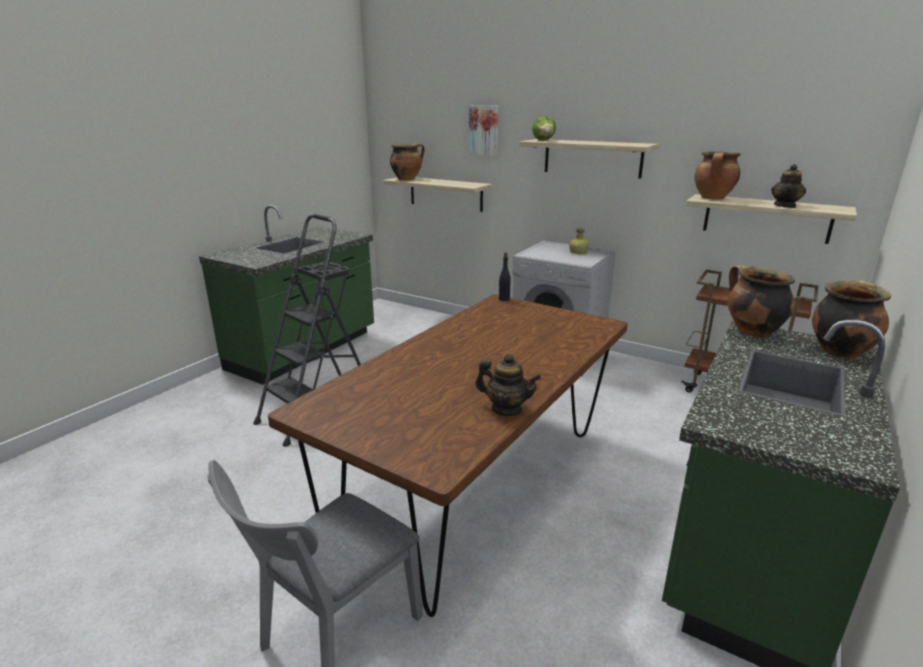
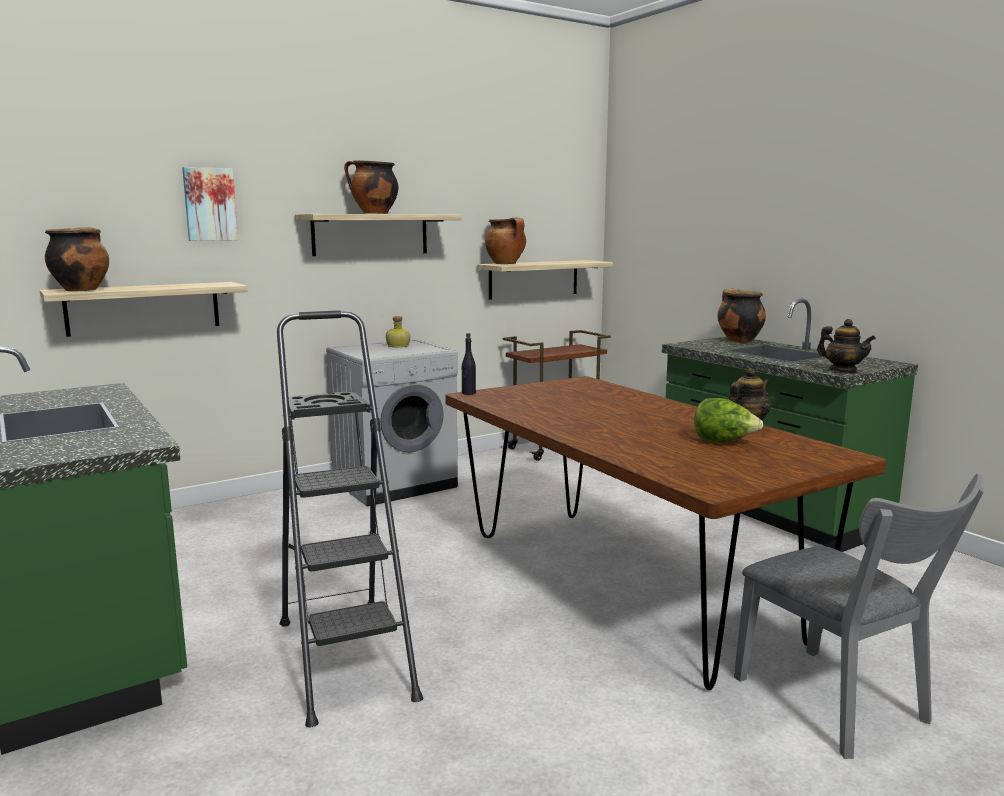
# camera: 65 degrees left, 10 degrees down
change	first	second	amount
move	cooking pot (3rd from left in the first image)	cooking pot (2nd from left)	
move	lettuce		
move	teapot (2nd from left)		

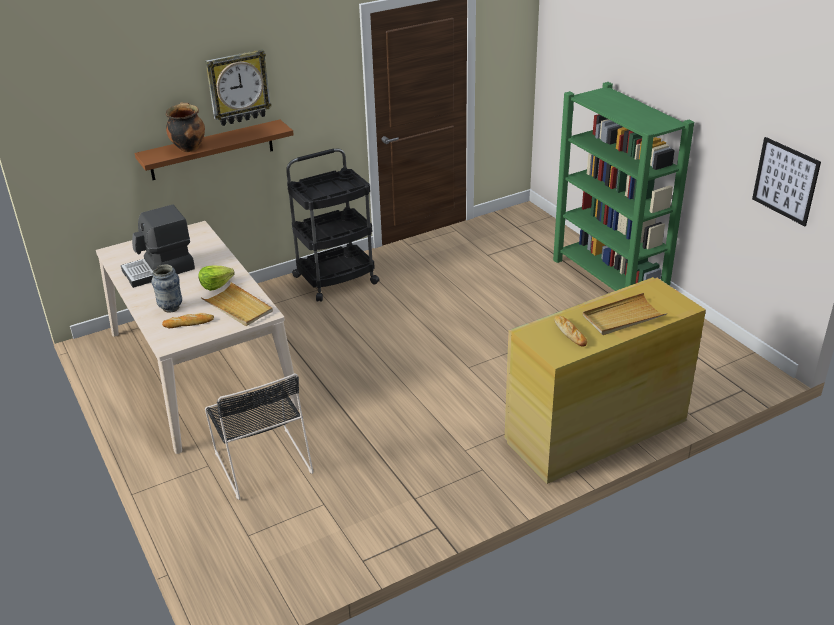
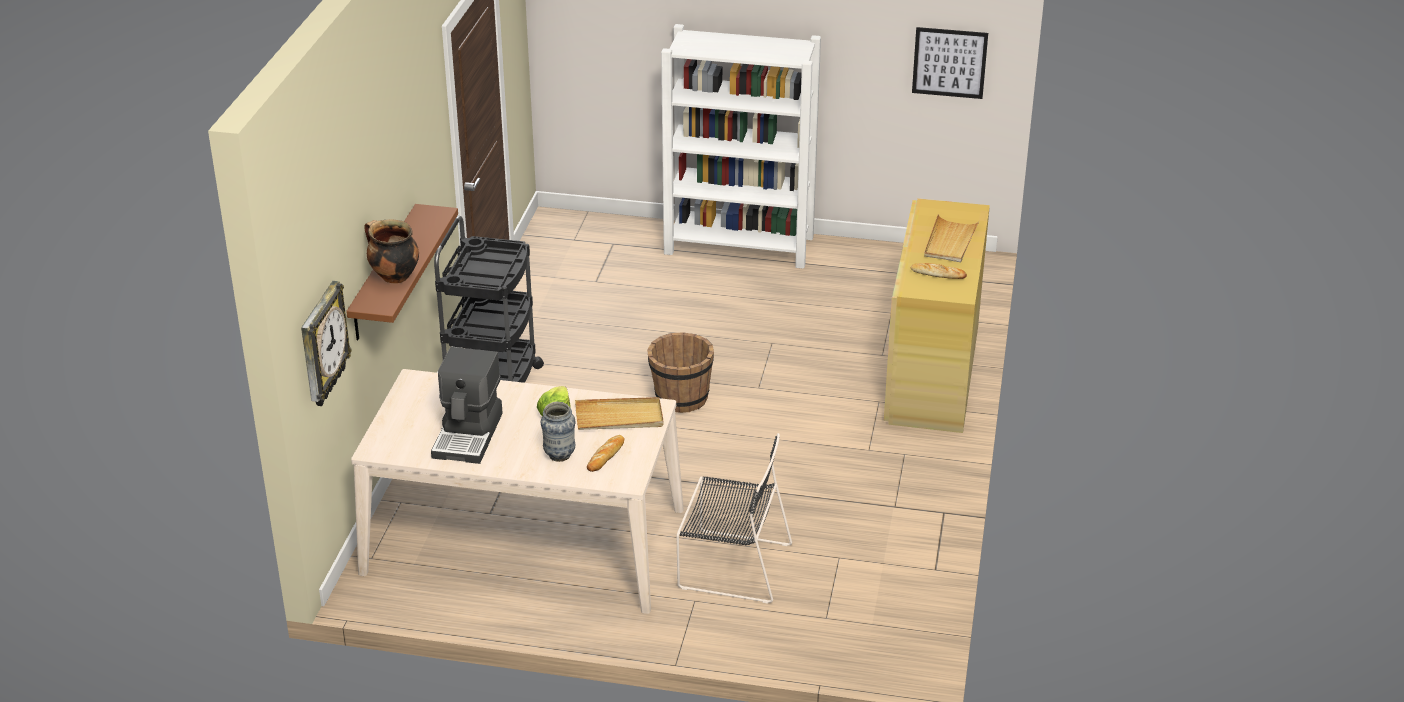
# camera: 50 degrees left, 0 degrees up
change	first	second	amount
move	wall clock		
insert		brown bucket	
recolor	green bookcase	white bookcase	

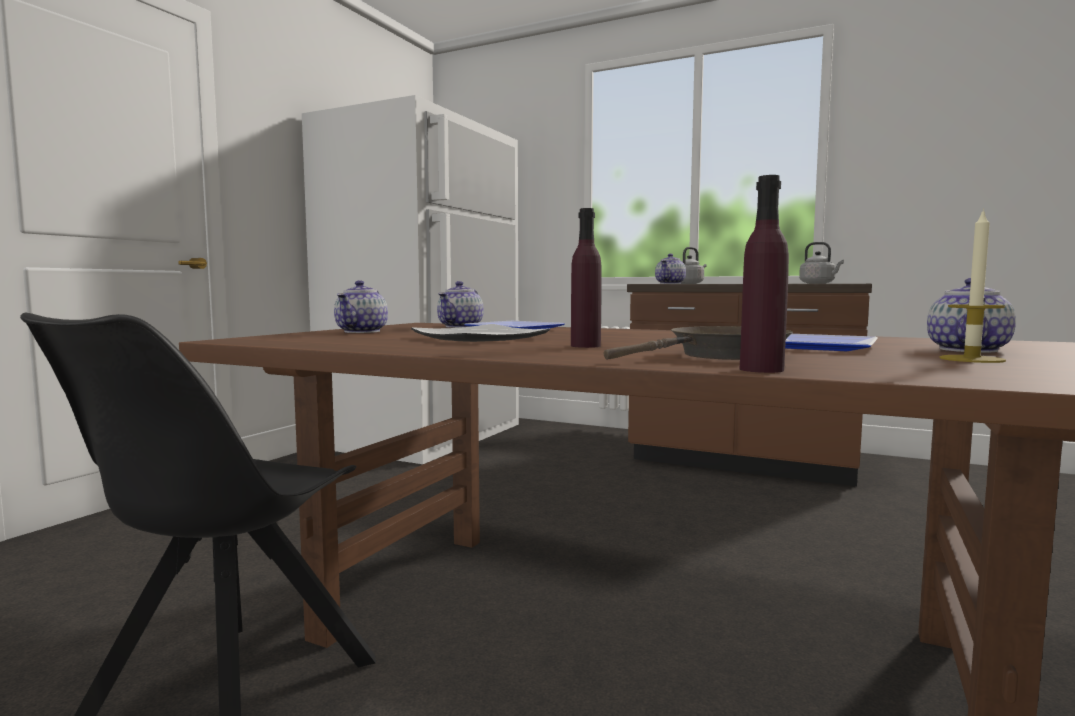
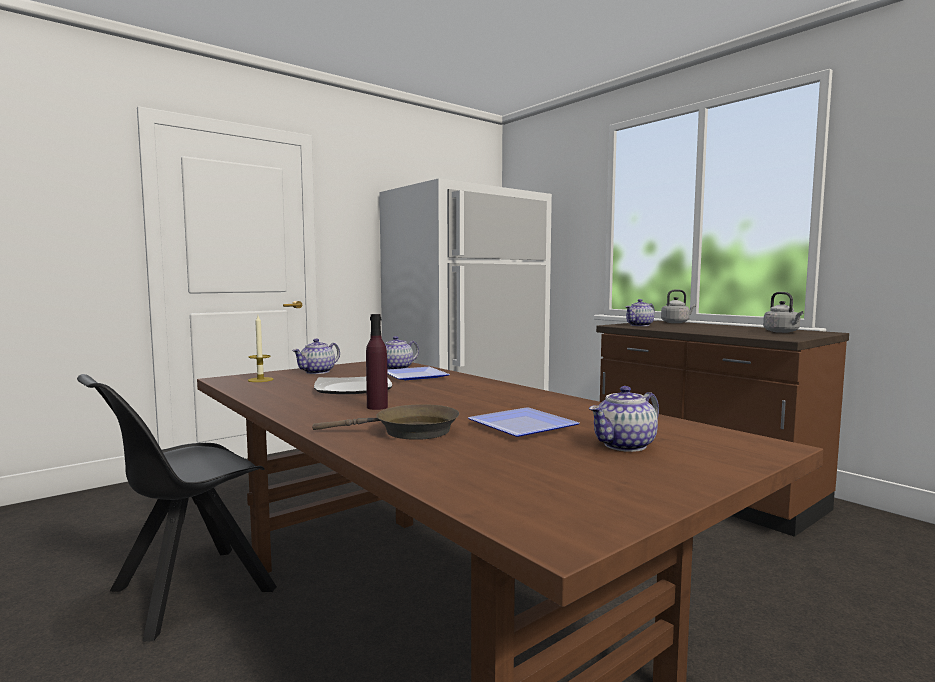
# camera: 25 degrees right, 0 degrees up
change	first	second	amount
move	candle		
delete	purple bottle (2nd from left)		

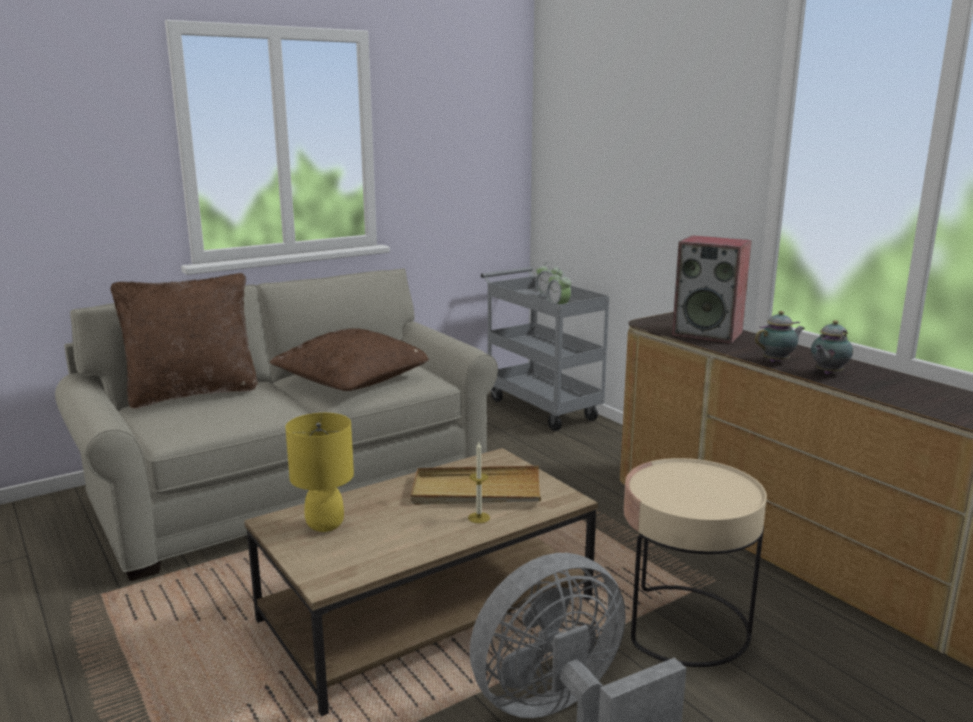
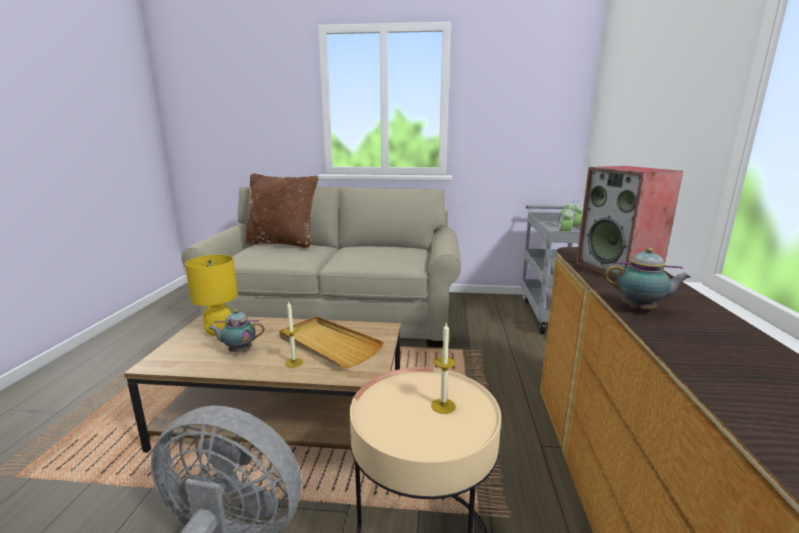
# camera: 40 degrees right, 0 degrees up
change	first	second	amount
move	teapot (2nd from left in the first image)	teapot (1st from left)	
insert		candle (2nd from left)	
delete	brown pillow (2nd from left)		

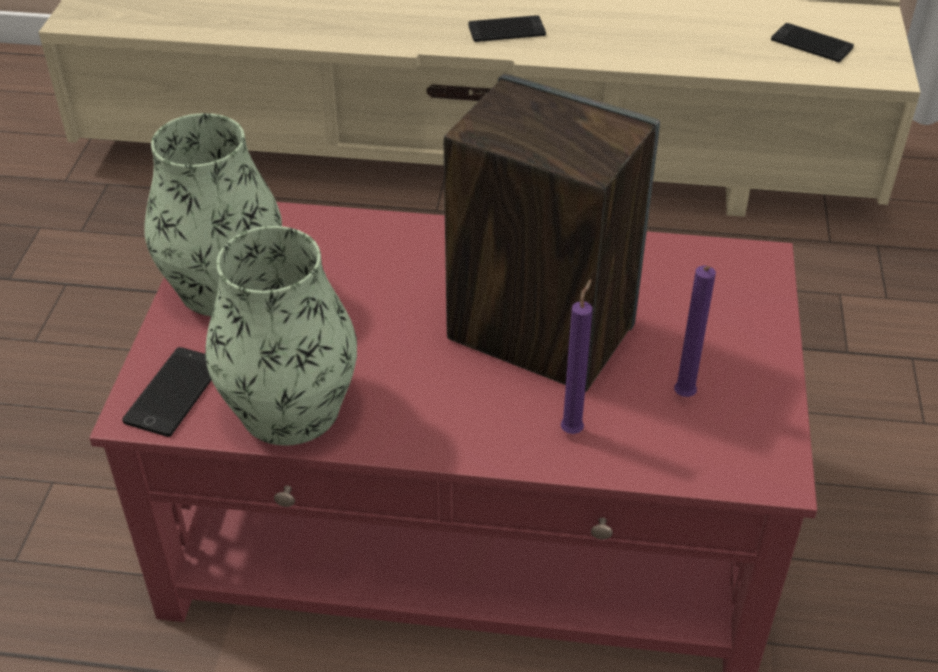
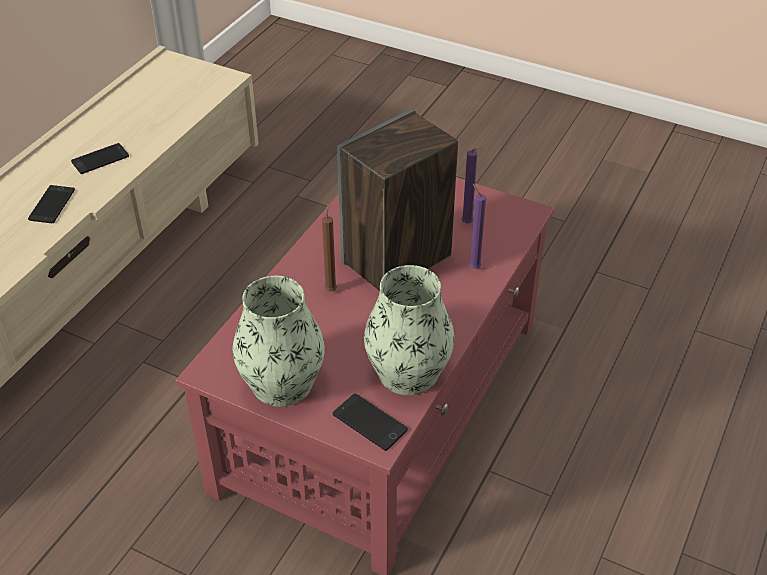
# camera: 70 degrees left, 0 degrees up
change	first	second	amount
move	phone (3rd from left in the first image)	phone (2nd from left)	
insert		brown candle	

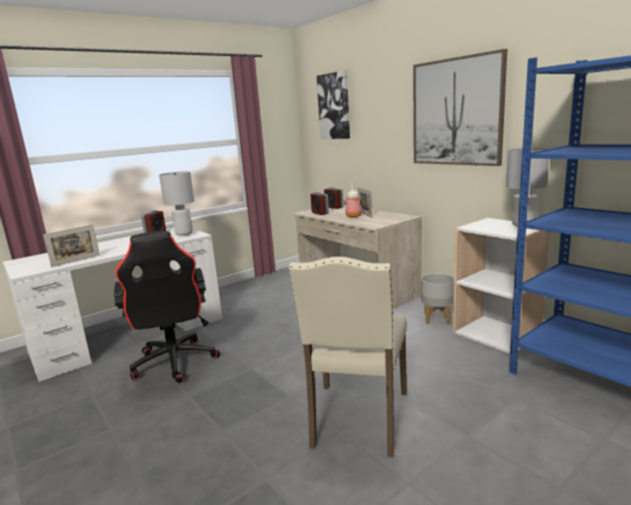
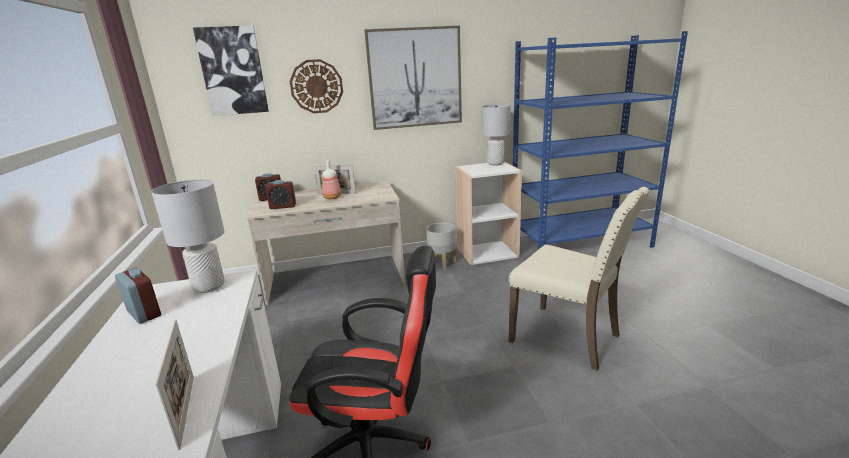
# camera: 65 degrees left, 5 degrees up
change	first	second	amount
insert		wall clock	

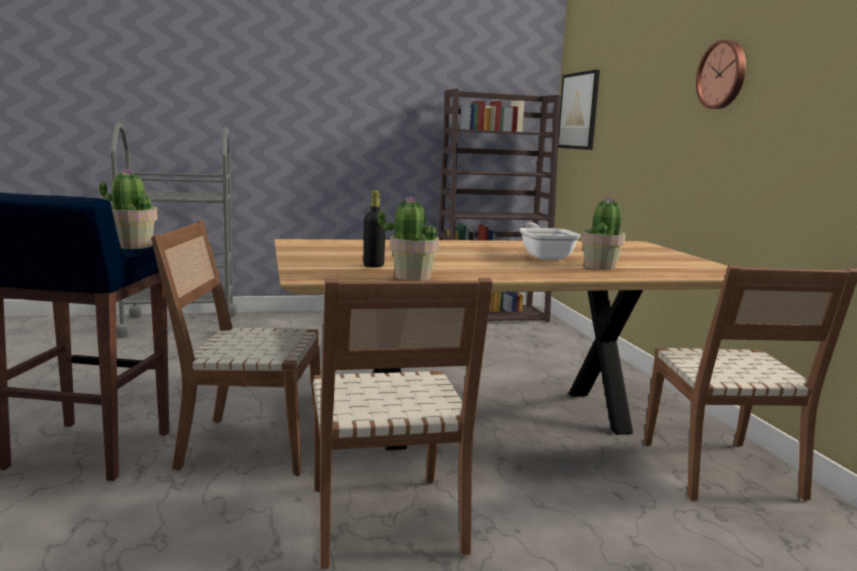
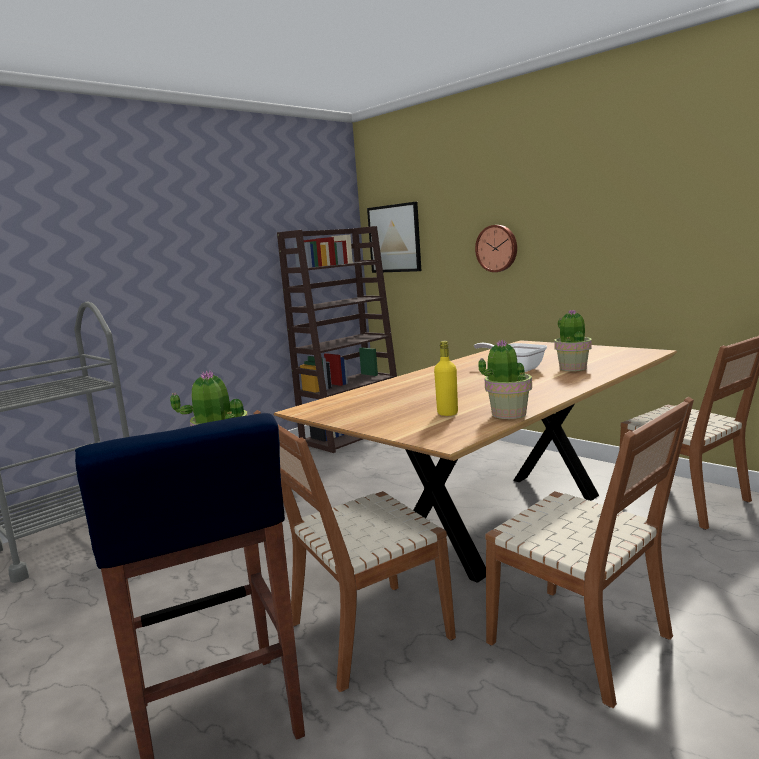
# camera: 30 degrees left, 0 degrees up
change	first	second	amount
recolor	black bottle	yellow bottle	
move	wall clock		

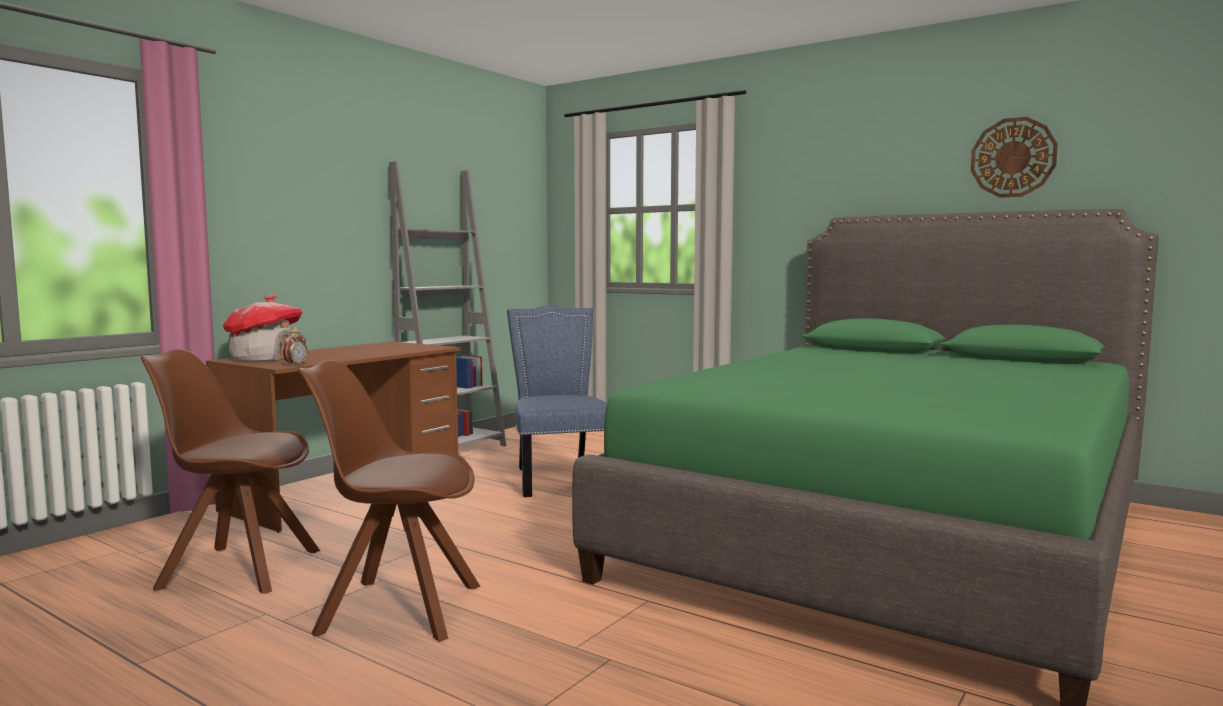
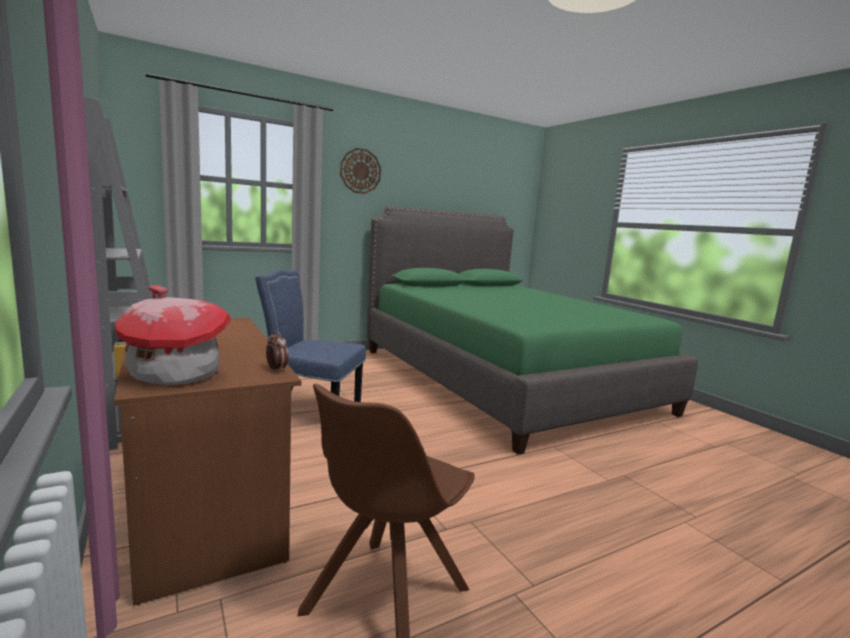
# camera: 65 degrees left, 5 degrees up
change	first	second	amount
move	wall clock		
delete	brown chair (2nd from left)		

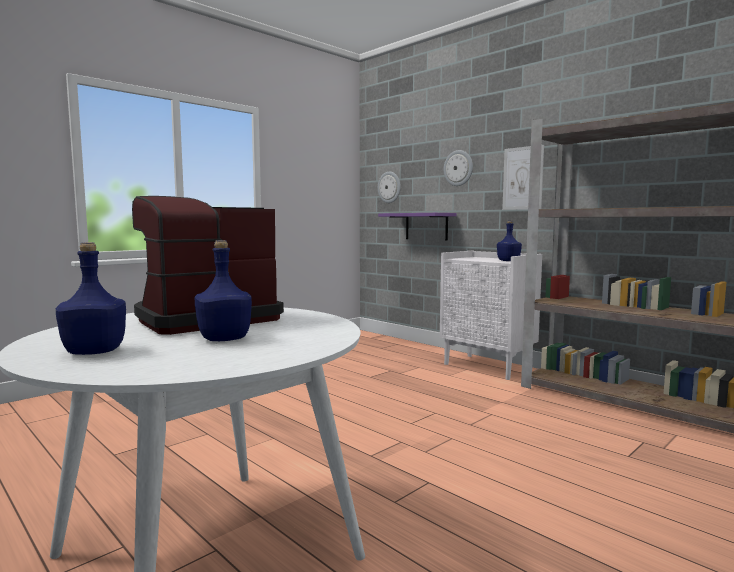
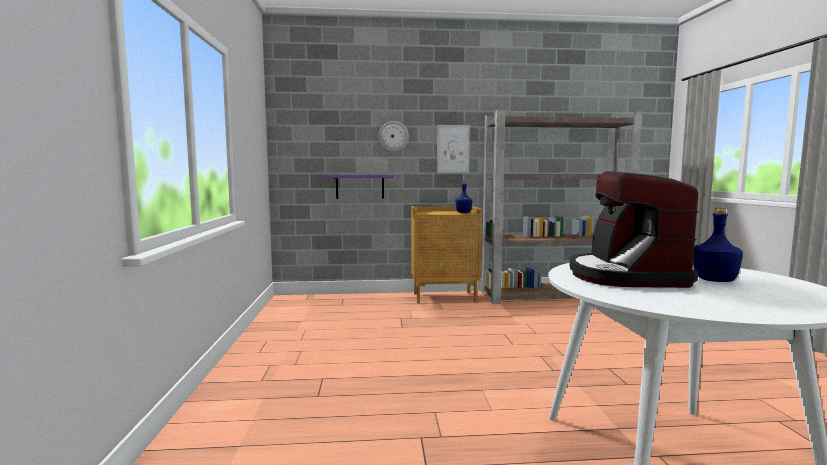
# camera: 50 degrees left, 0 degrees up
change	first	second	amount
recolor	white cabinet	brown cabinet	
delete	blue bottle (1st from left)		
delete	wall clock (1st from left)		

